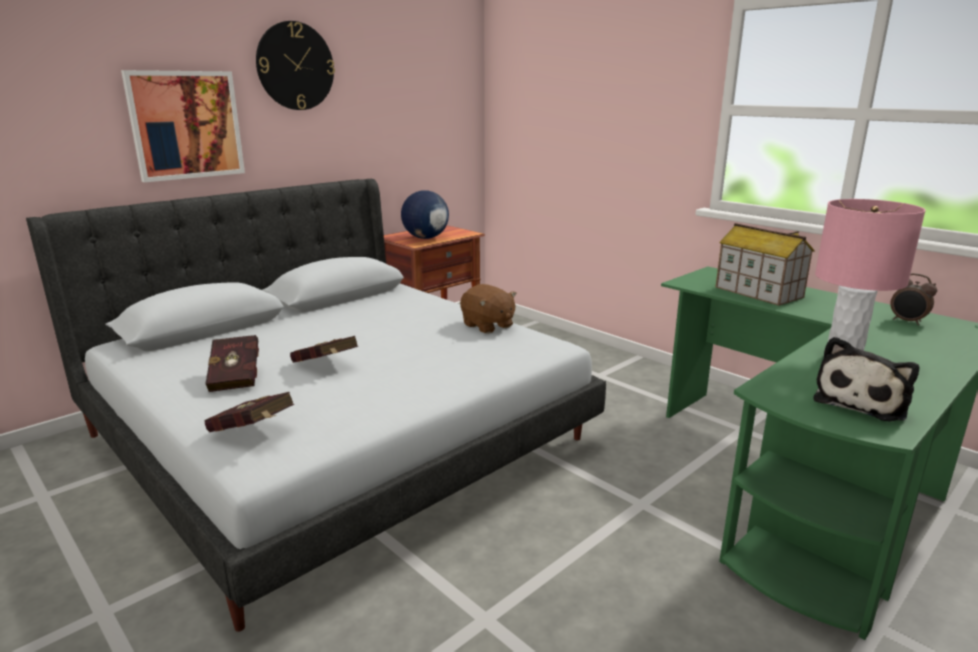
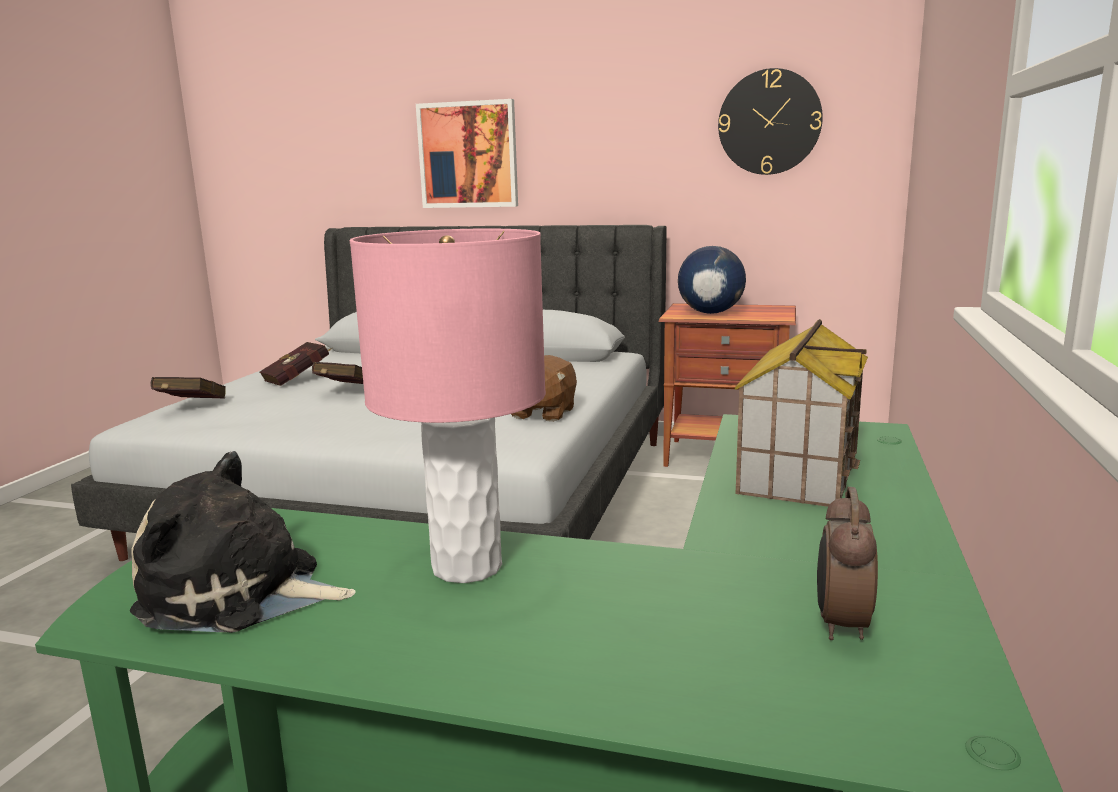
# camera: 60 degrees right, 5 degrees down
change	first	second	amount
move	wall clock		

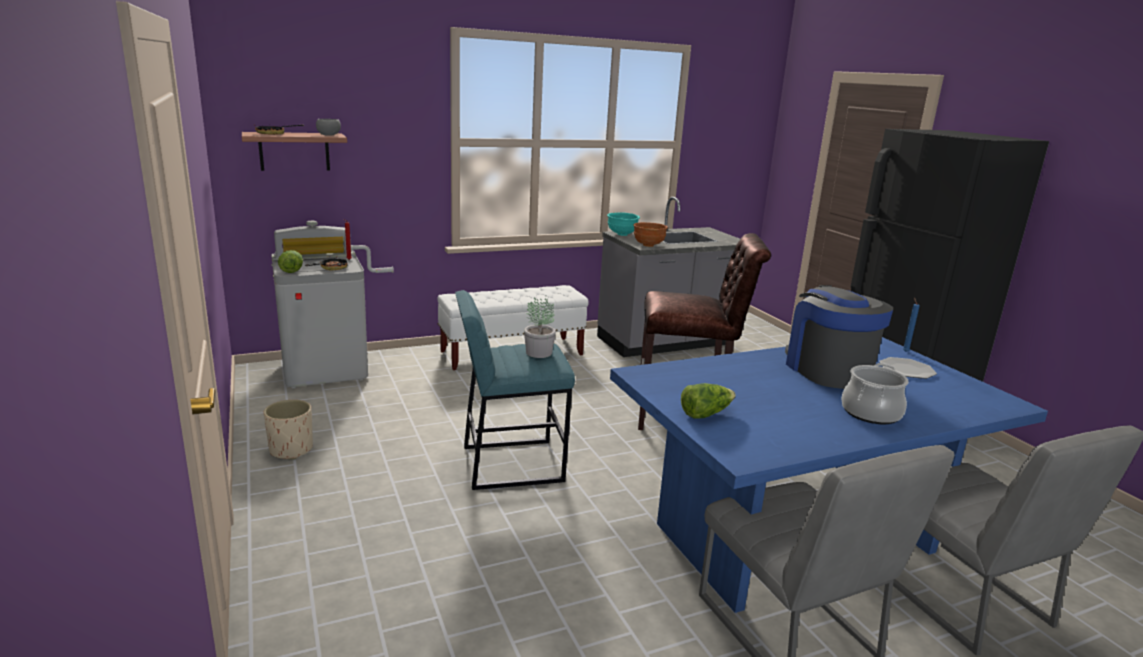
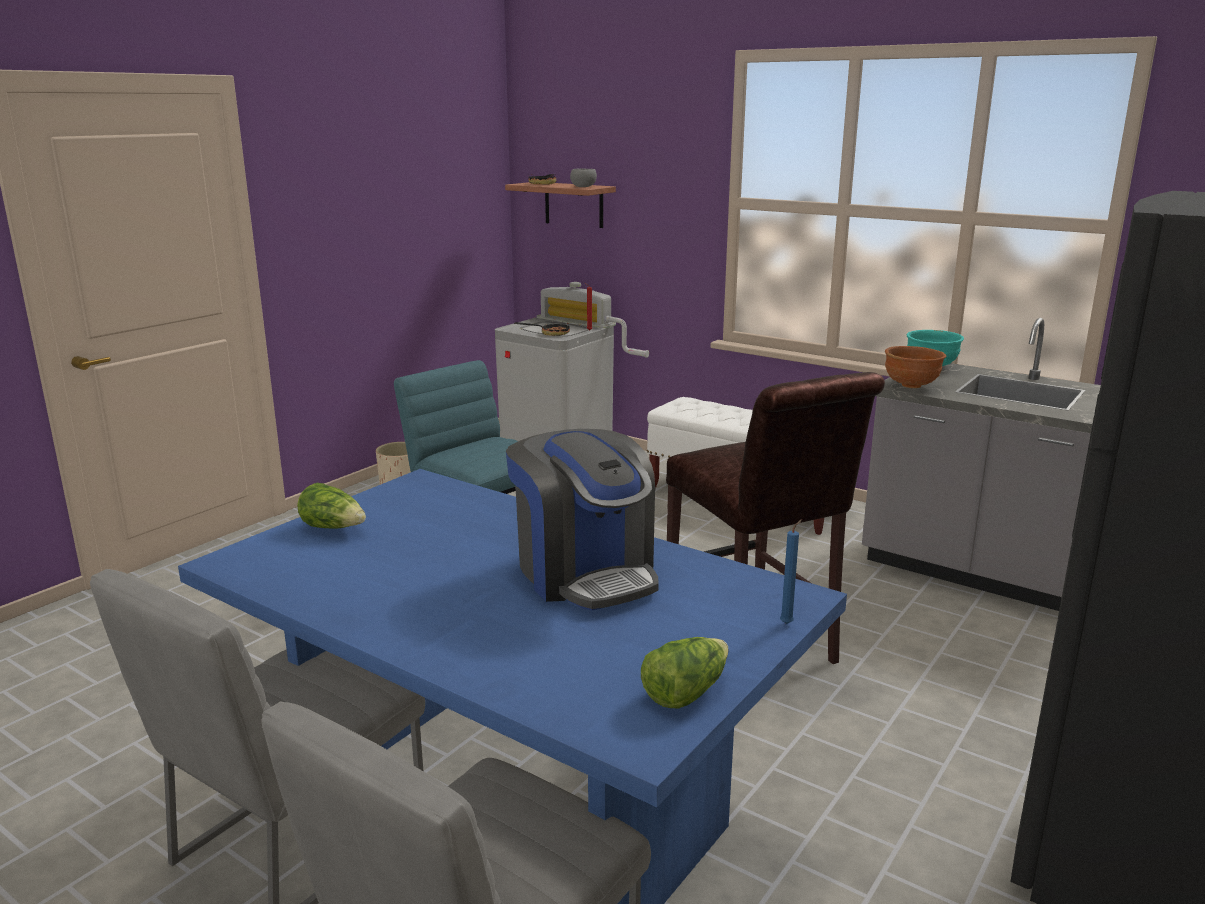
# camera: 60 degrees right, 0 degrees up
change	first	second	amount
rotate	coffee machine		105 degrees clockwise
move	lettuce (1st from left in the first image)	lettuce (2nd from left)	
delete	potted plant		
delete	cooking pot		
delete	plate		

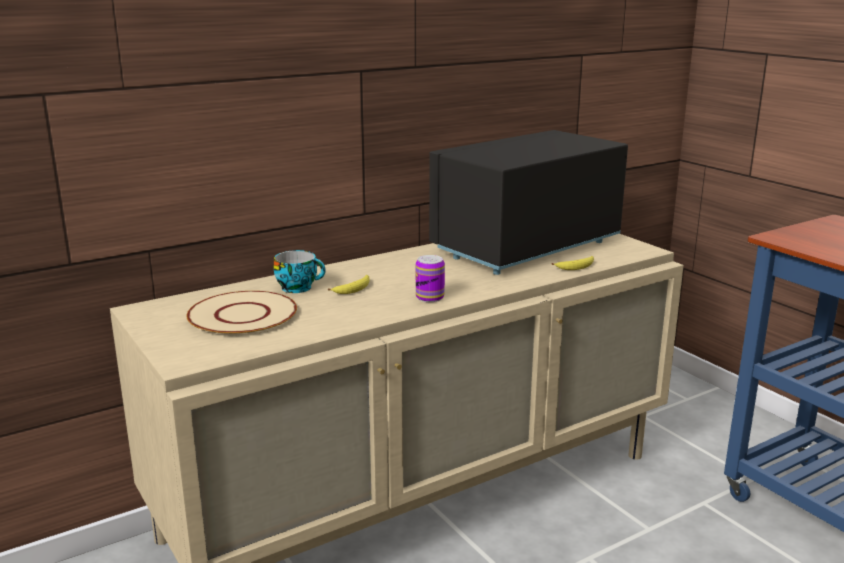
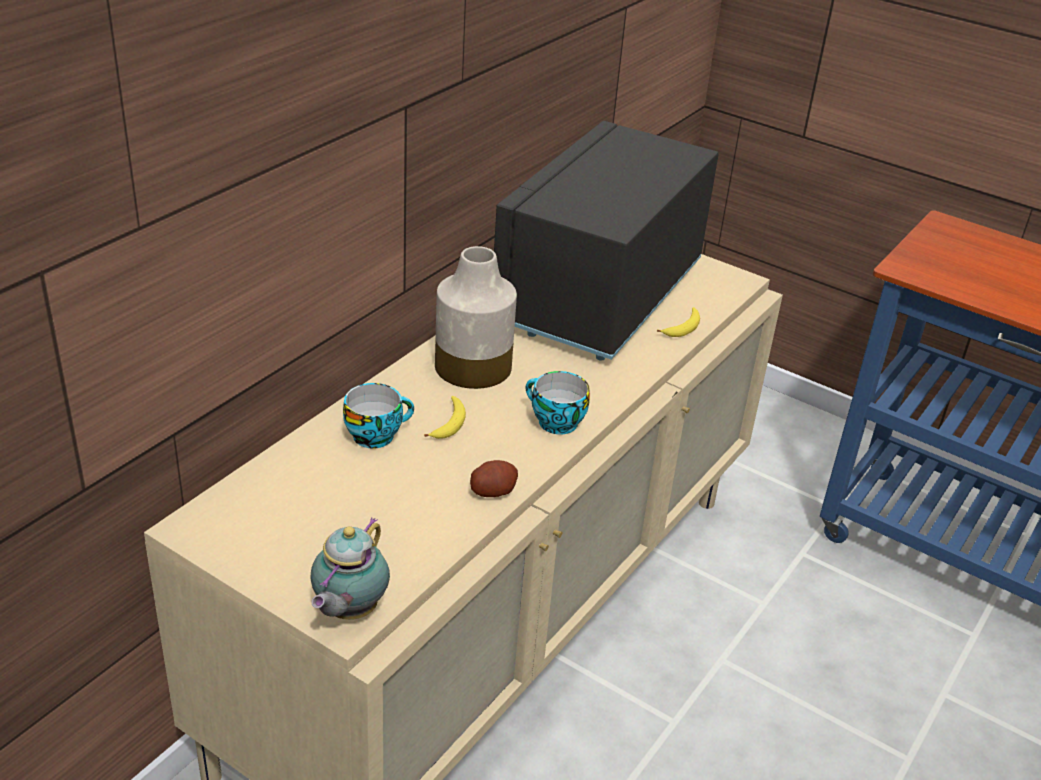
# camera: 25 degrees left, 15 degrees up
change	first	second	amount
insert		teapot	
insert		beige vase	
insert		potato	
replace	can	cup (2nd from left)	
delete	beige plate		

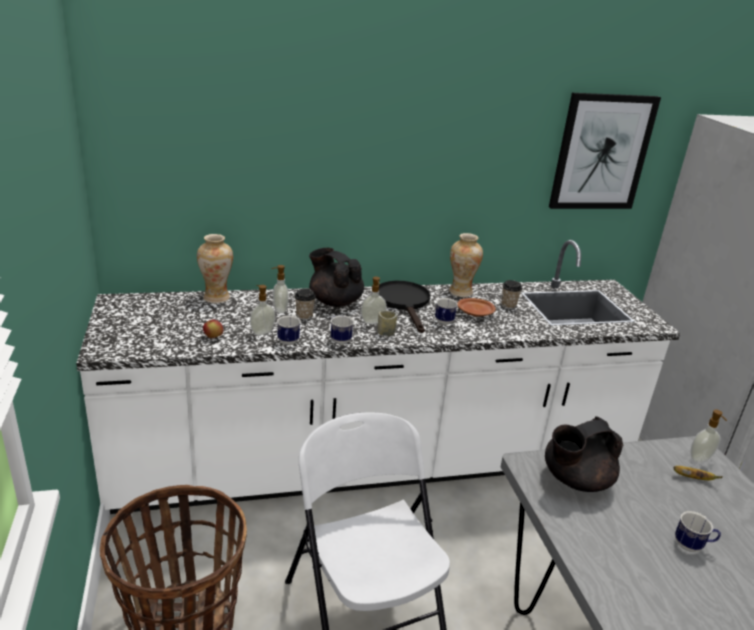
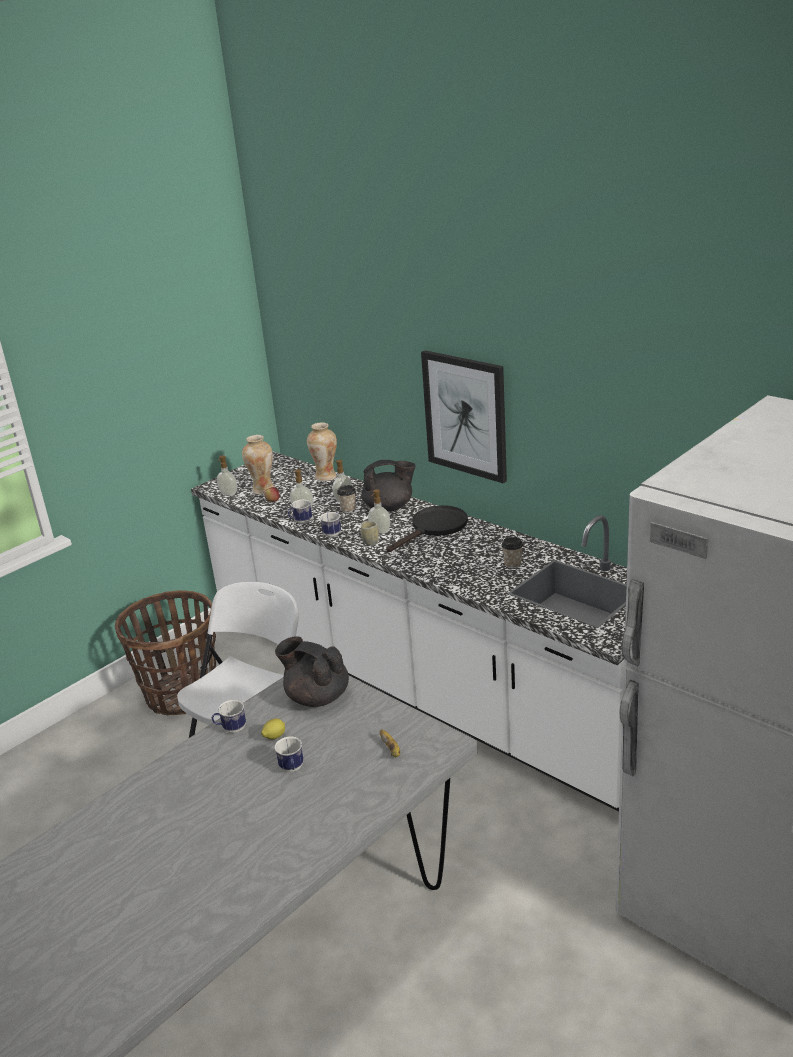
# camera: 60 degrees right, 0 degrees up
change	first	second	amount
move	mug (3rd from left in the first image)	mug (1st from left)	
move	soap dispenser (4th from left in the first image)	soap dispenser (1st from left)	
move	vase (2nd from left in the first image)	vase (1st from left)	
insert		lemon	
rotate	black teapot (1st from left in the first image)	black teapot (2nd from left)	75 degrees clockwise
move	picture		
delete	brown plate		

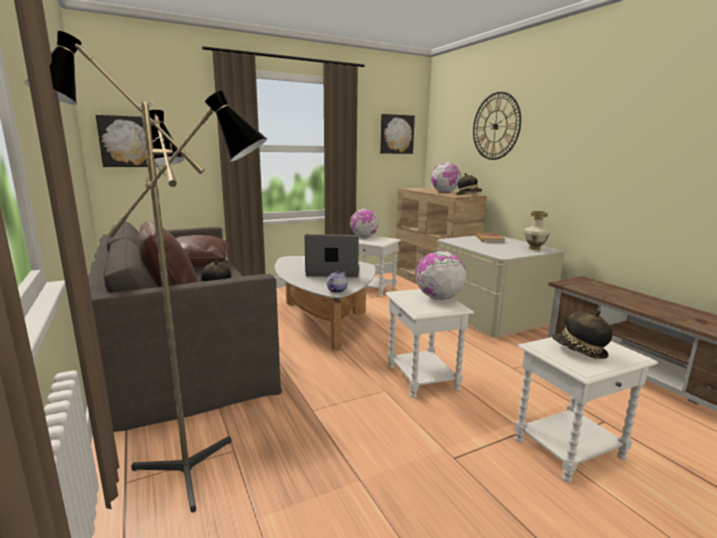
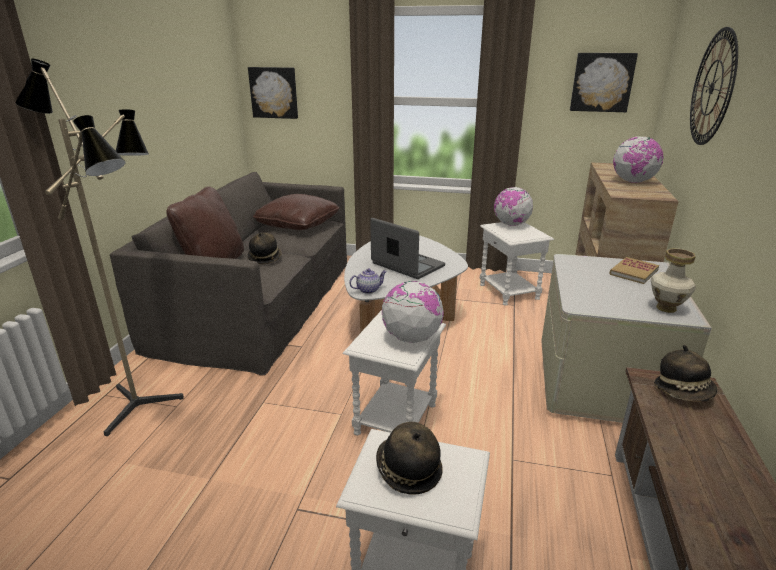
# camera: 40 degrees right, 10 degrees up
change	first	second	amount
move	hat (2nd from left in the first image)	hat (3rd from left)	

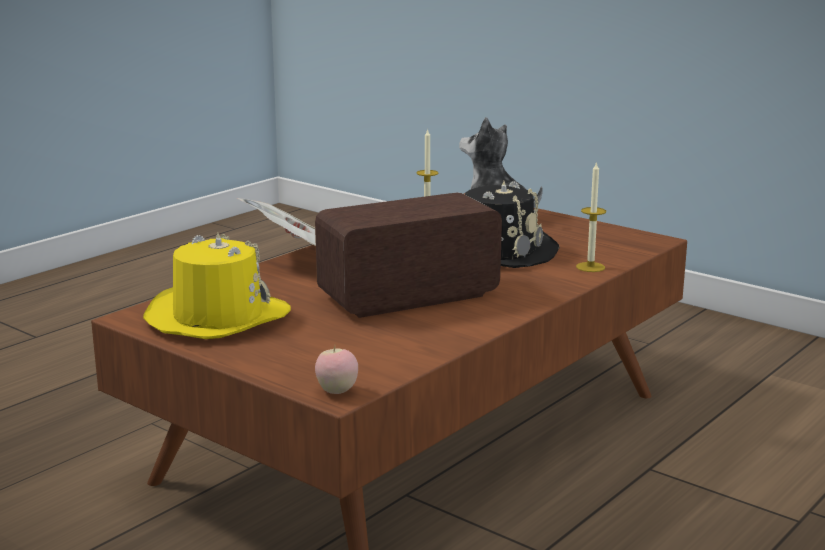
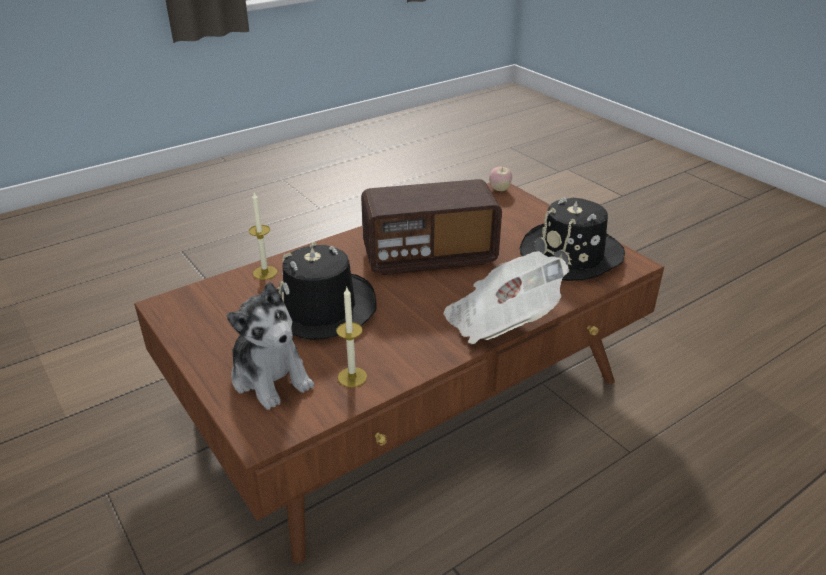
# camera: 165 degrees left, 15 degrees up
change	first	second	amount
recolor	yellow hat	black hat (2nd from left)	

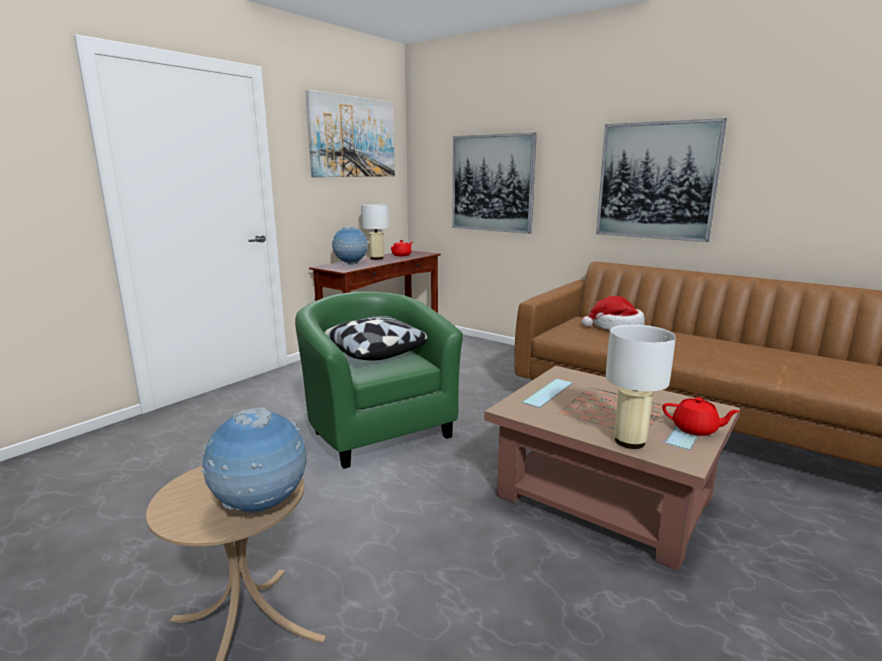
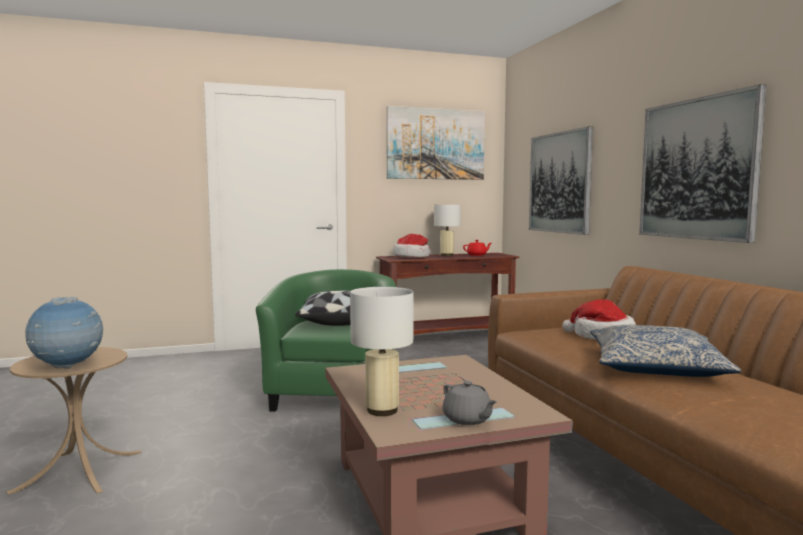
# camera: 35 degrees right, 10 degrees down
change	first	second	amount
replace	globe (2nd from left)	hat (1st from left)	
recolor	red teapot (2nd from left)	grey teapot	
insert		pillow (2nd from left)	

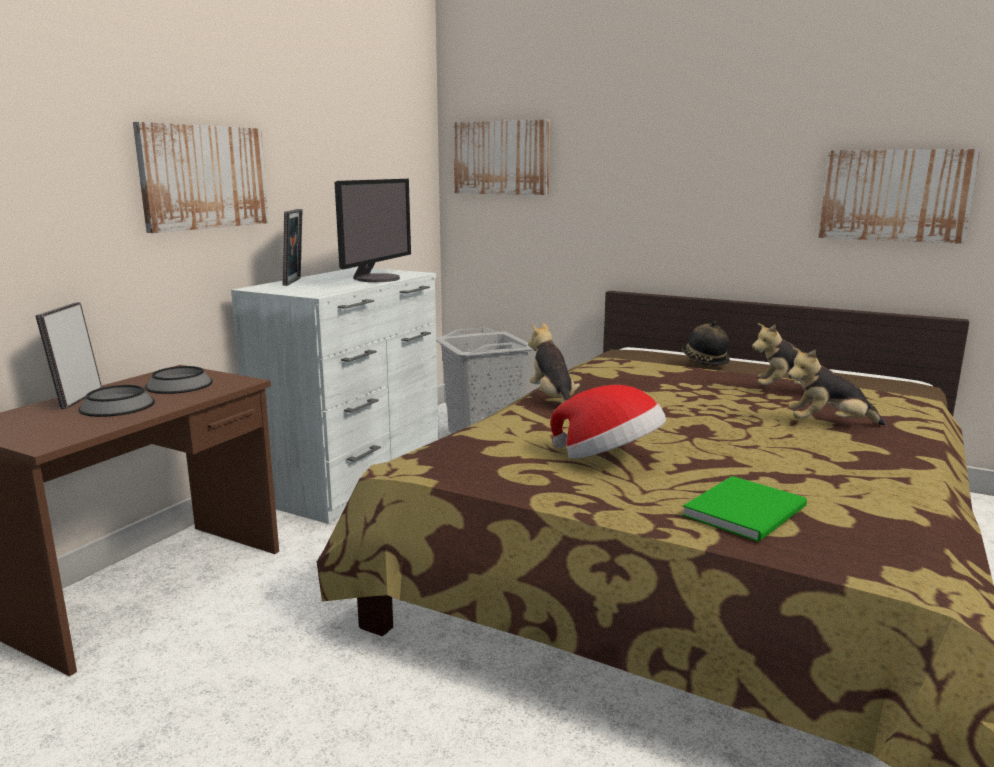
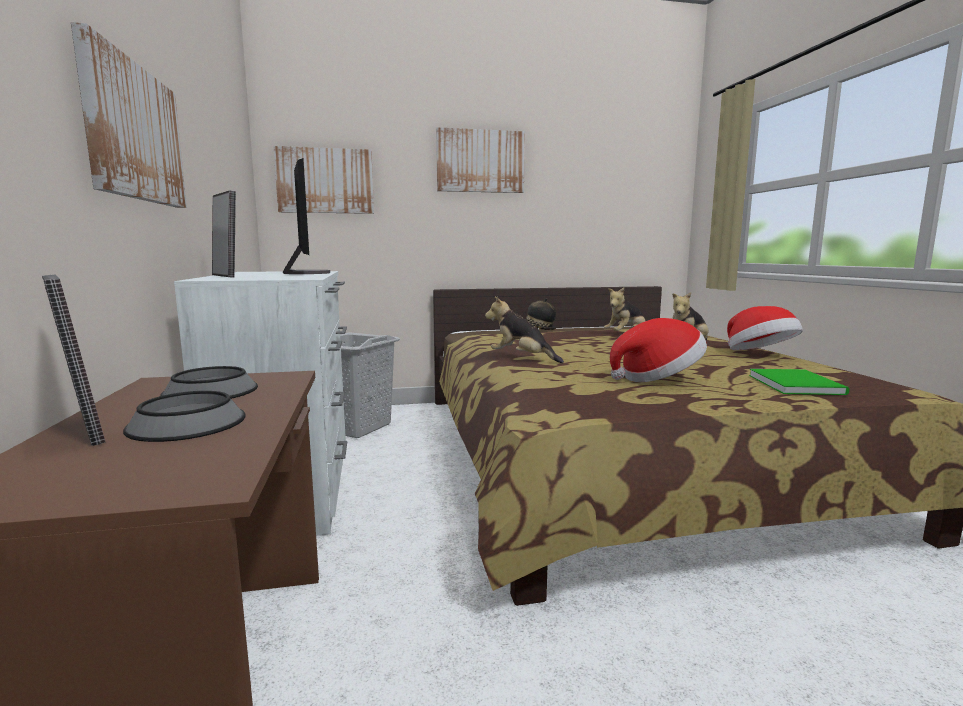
# camera: 40 degrees left, 5 degrees down
change	first	second	amount
move	picture (3rd from left)		
insert		hat (3rd from left)	

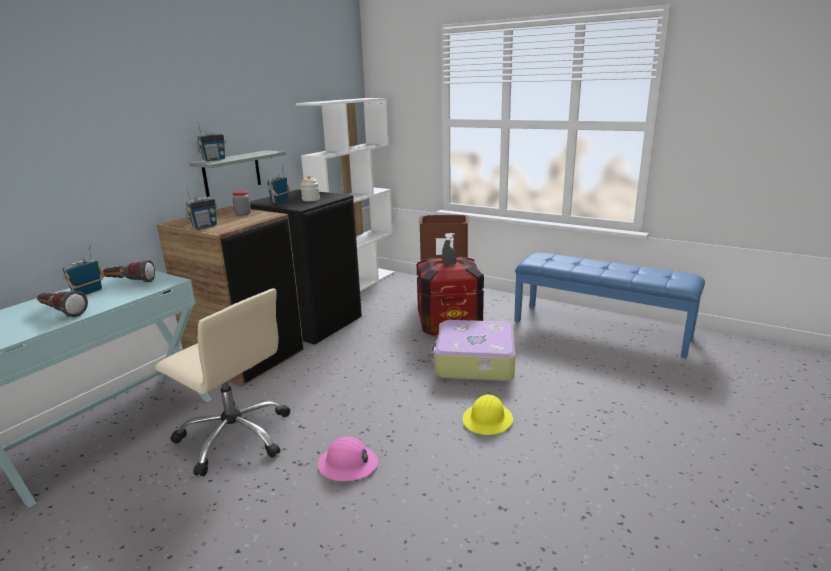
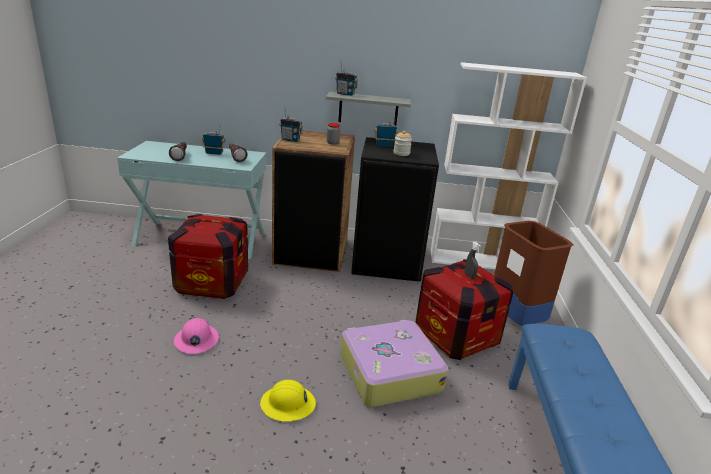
# camera: 60 degrees right, 5 degrees up
change	first	second	amount
replace	beige office chair	crate (1st from left)	

